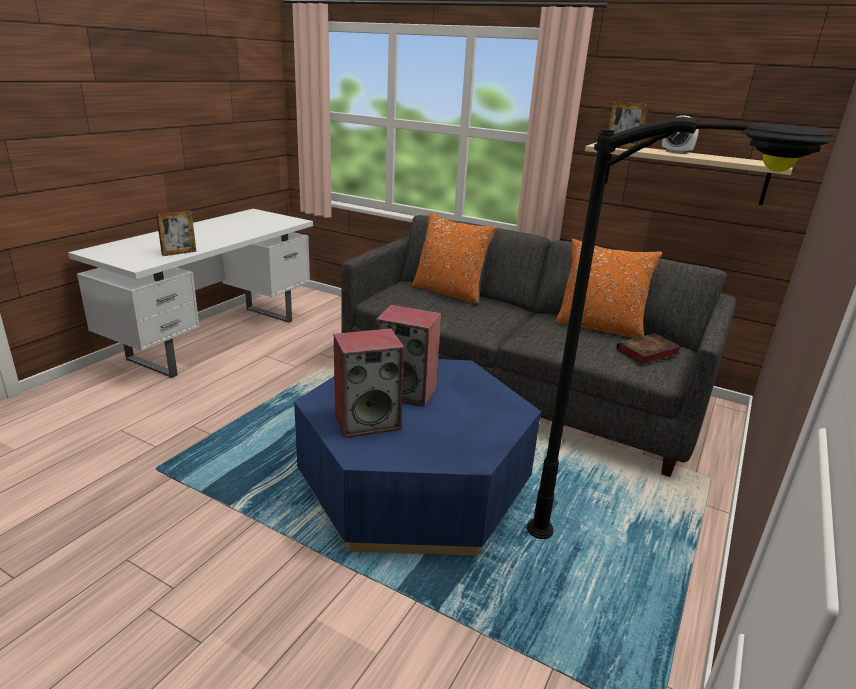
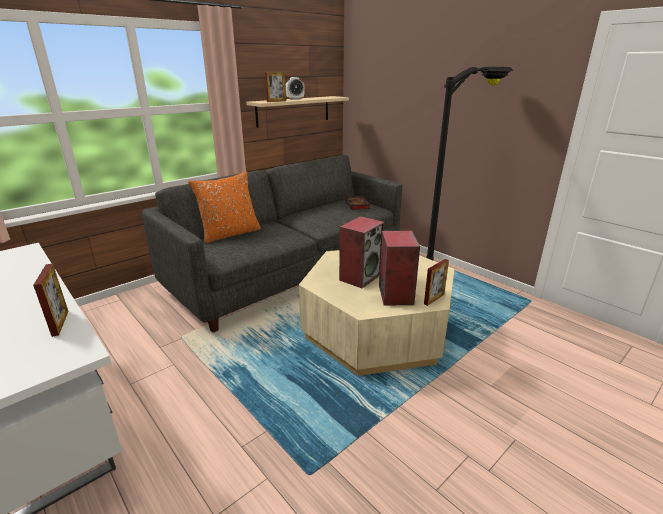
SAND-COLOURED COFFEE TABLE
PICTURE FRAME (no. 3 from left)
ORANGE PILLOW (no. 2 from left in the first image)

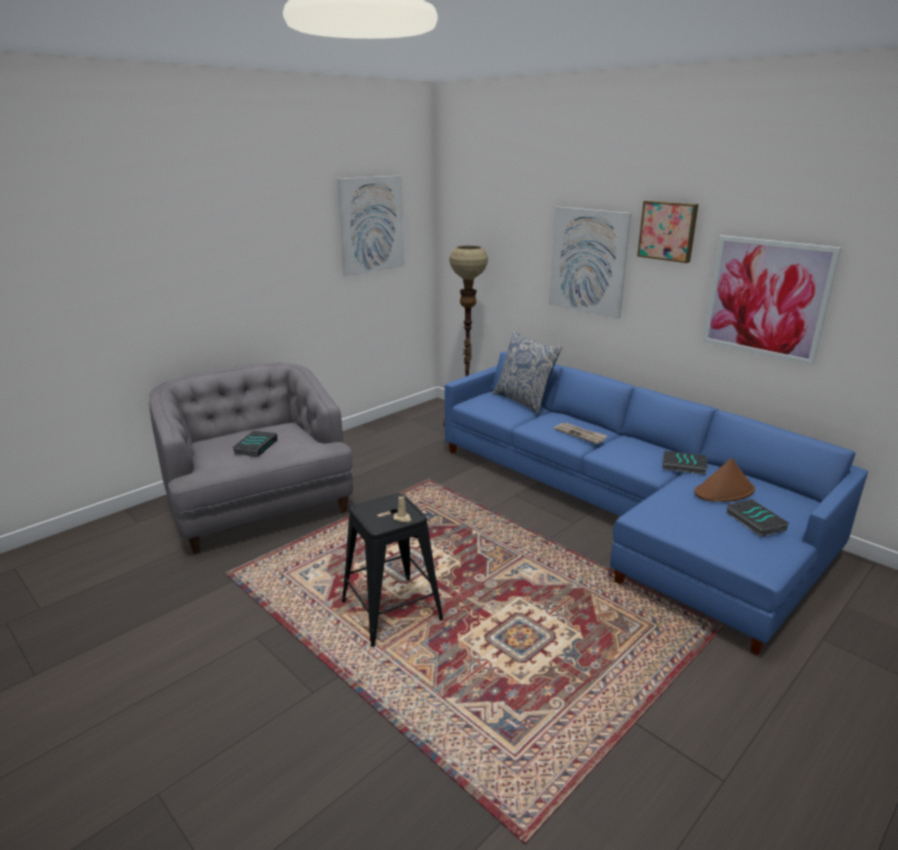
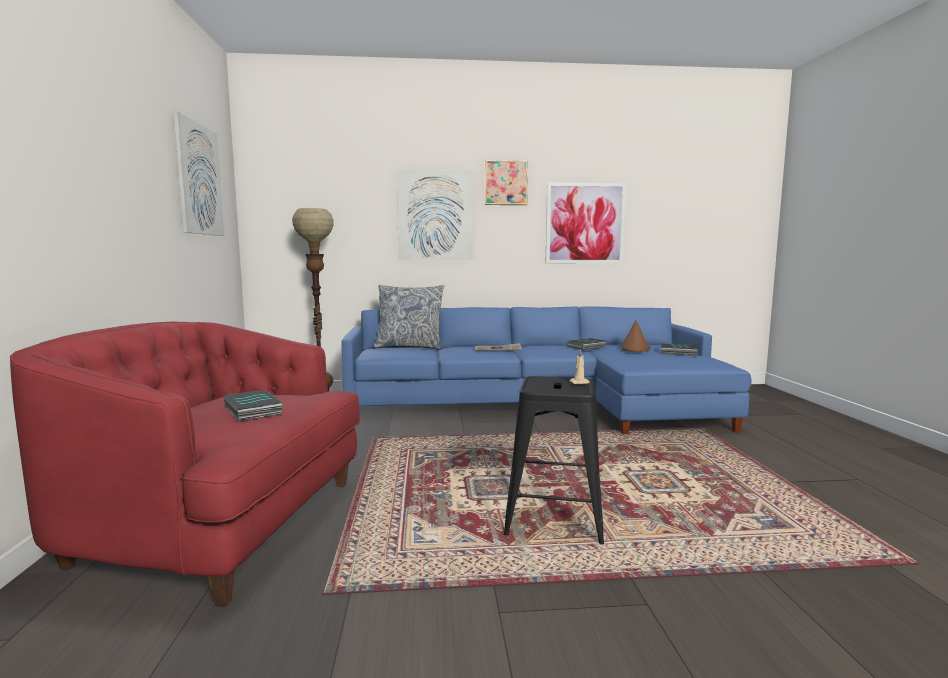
REDDISH LOUNGE CHAIR

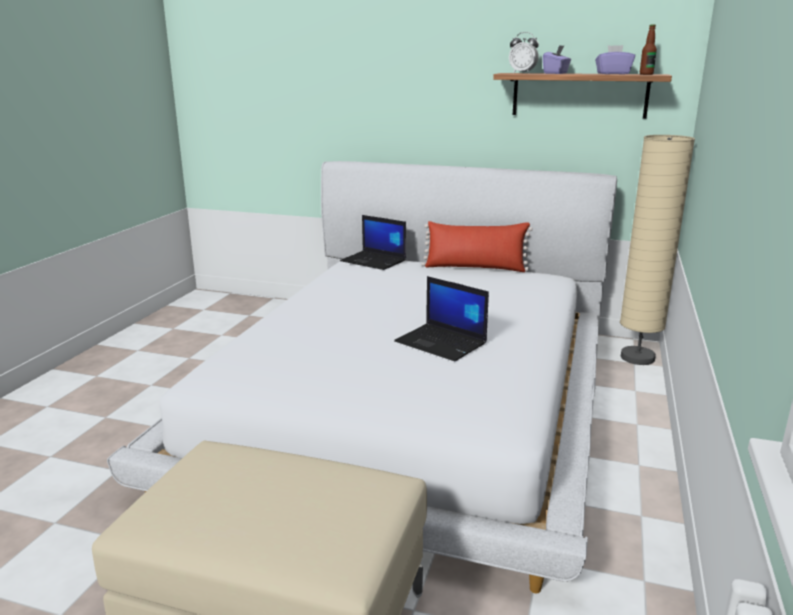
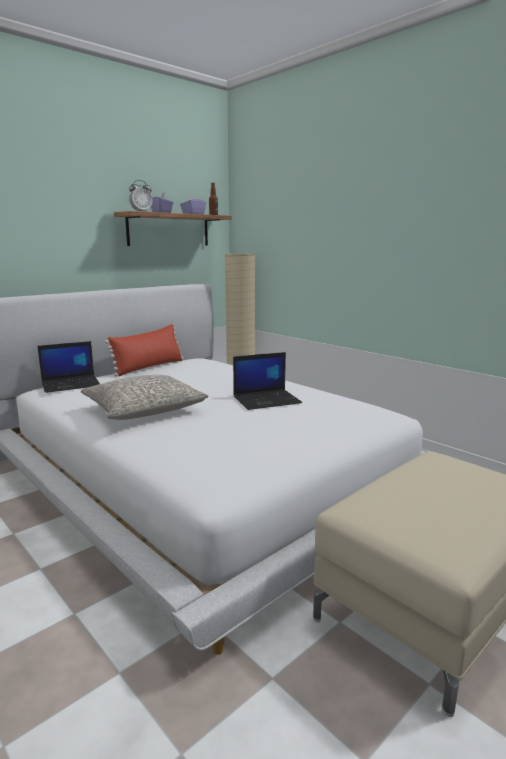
GREY PILLOW

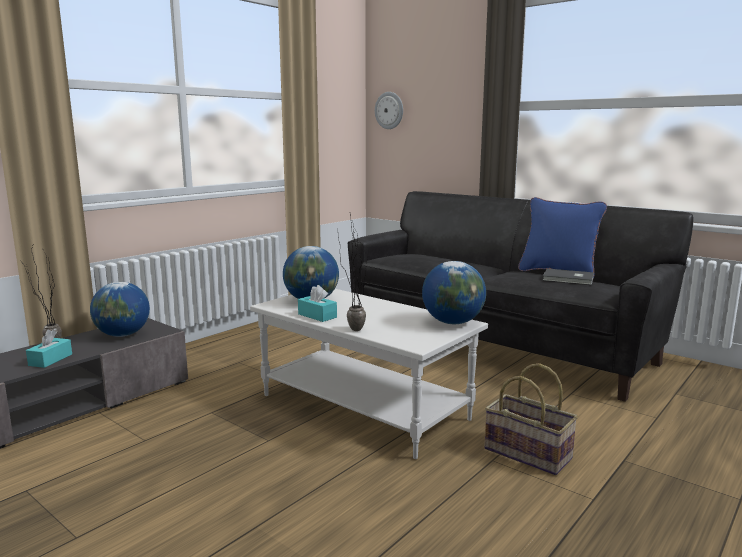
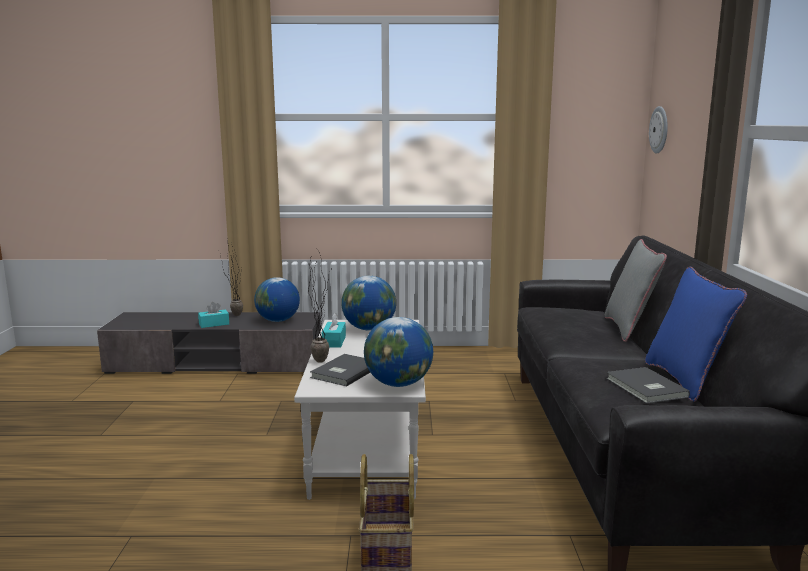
GREY BOOK (no. 1 from left)
GREY PILLOW

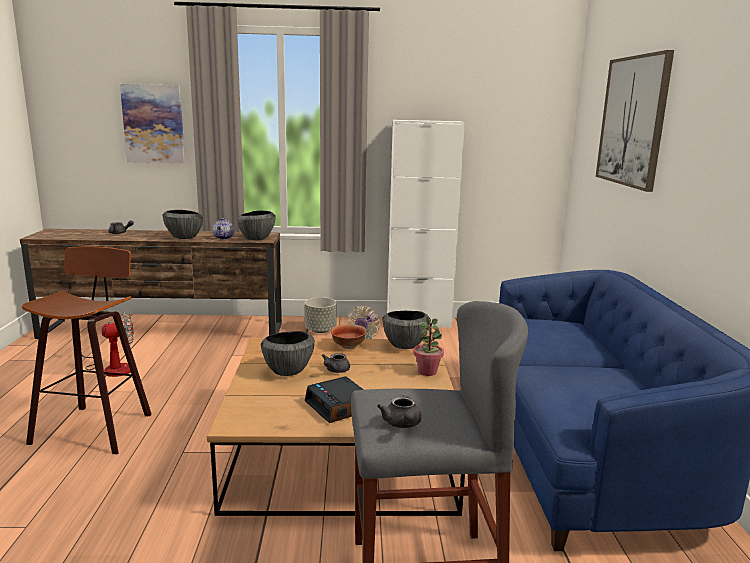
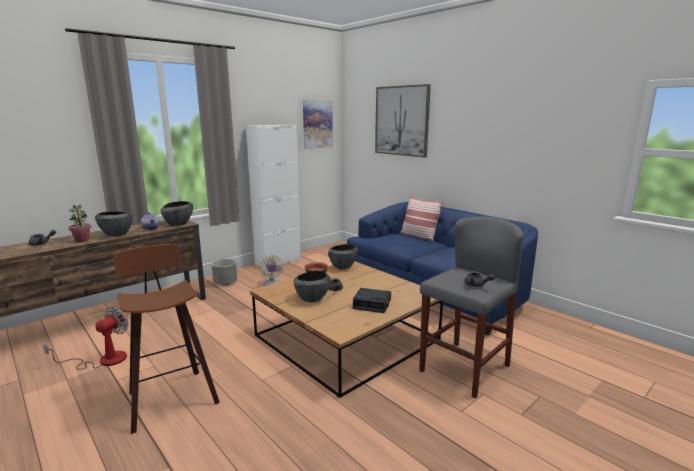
POTTED PLANT
WALL ART (no. 1 from left)
PILLOW

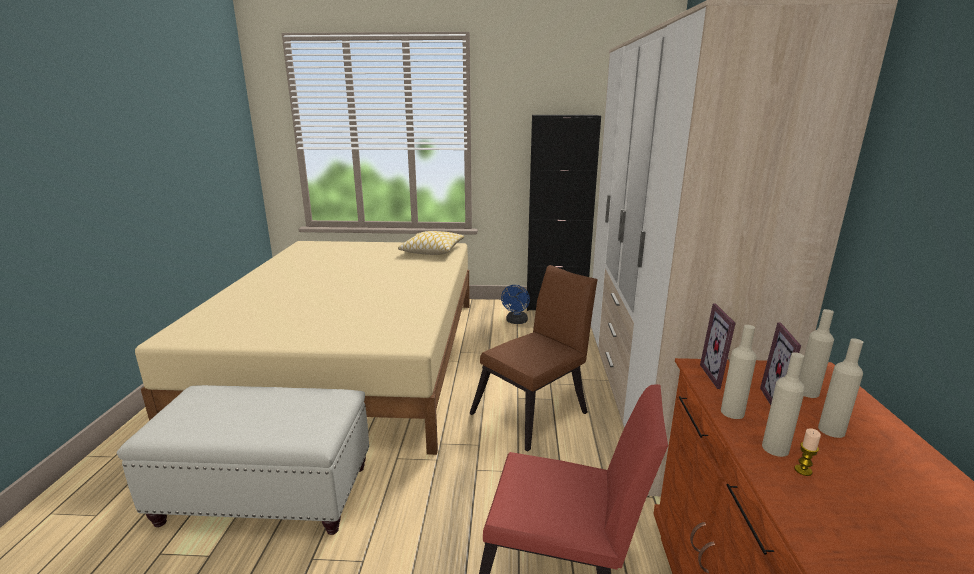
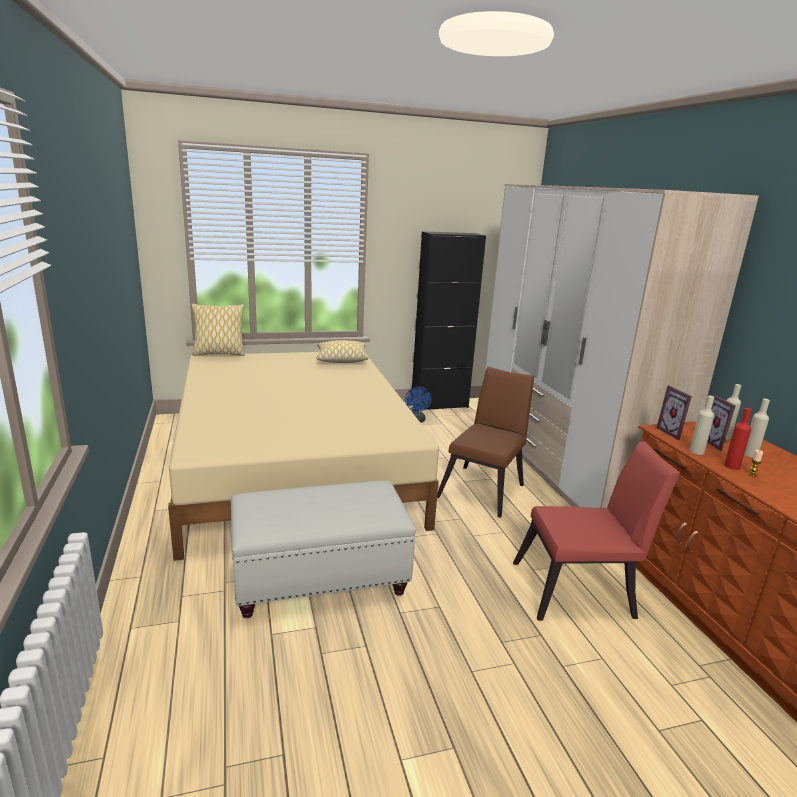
PILLOW (no. 1 from left)
REDDISH BOTTLE

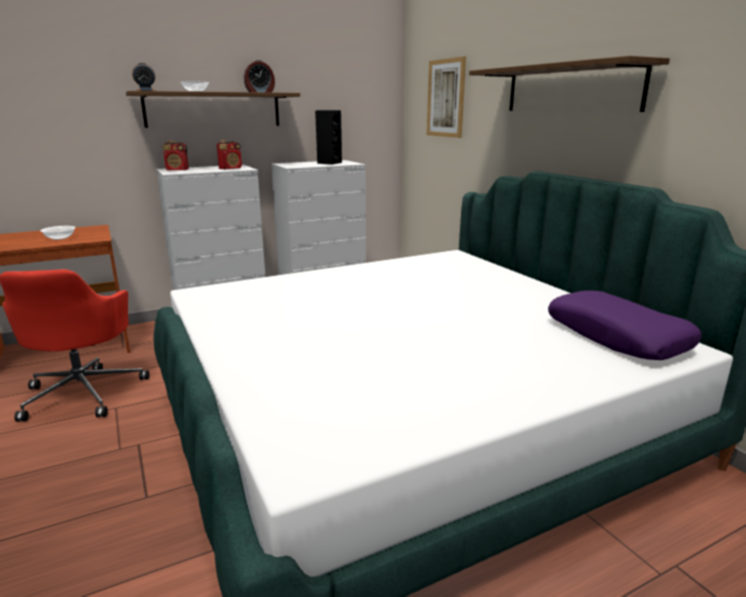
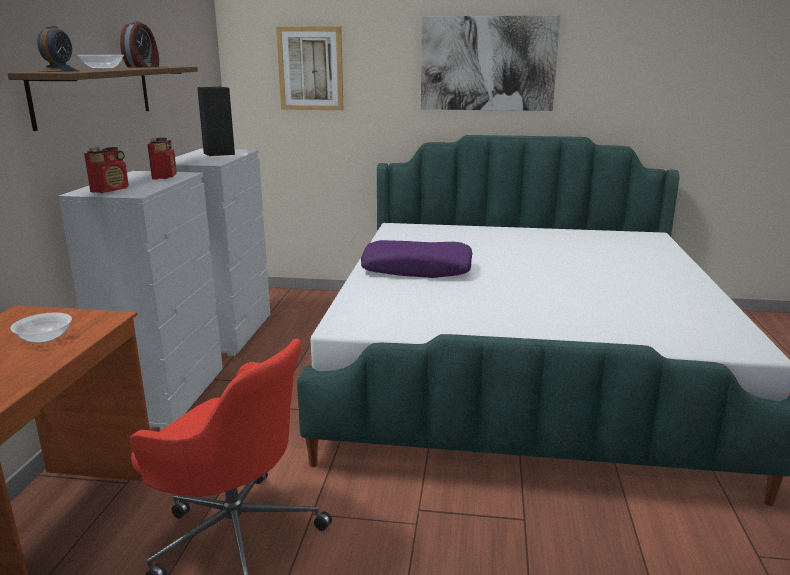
PURPLE-COLOURED PILLOW
WALL ART (no. 2 from left)

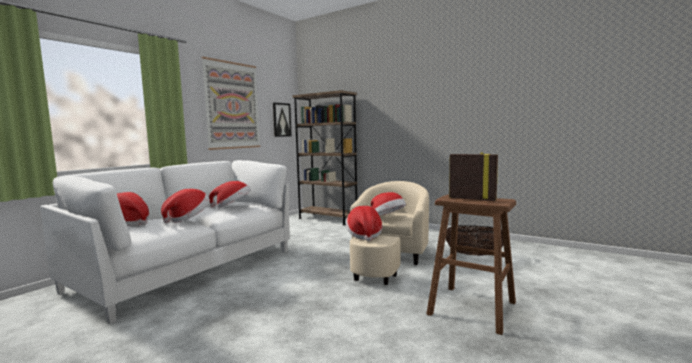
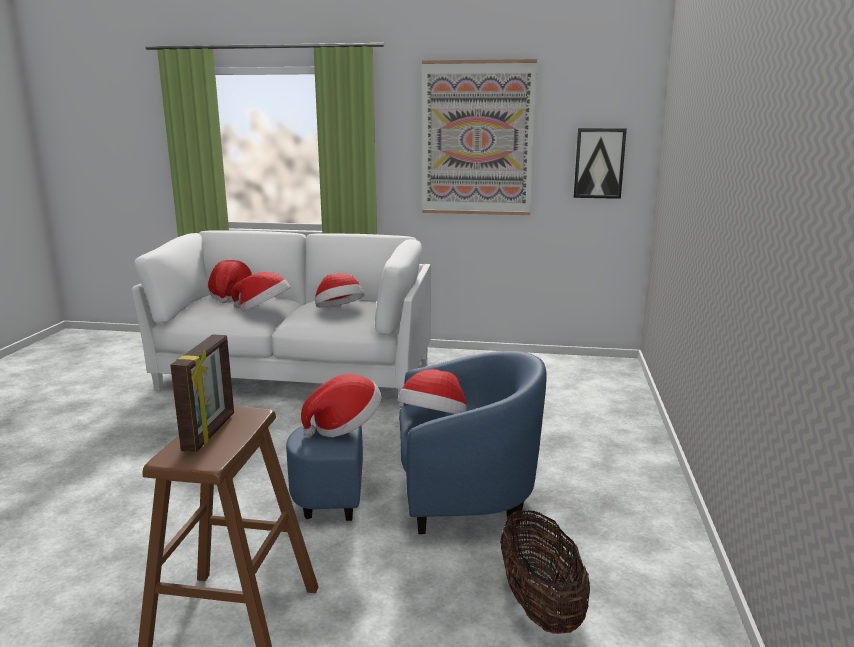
BLUE-COLOURED LOUNGE CHAIR
BROWNISH SHELVING UNIT

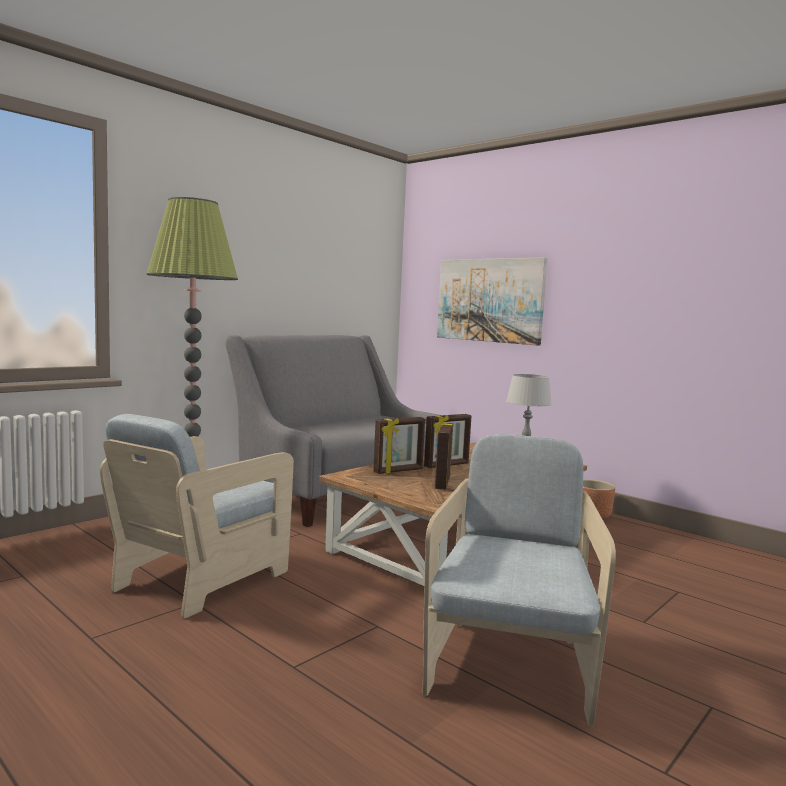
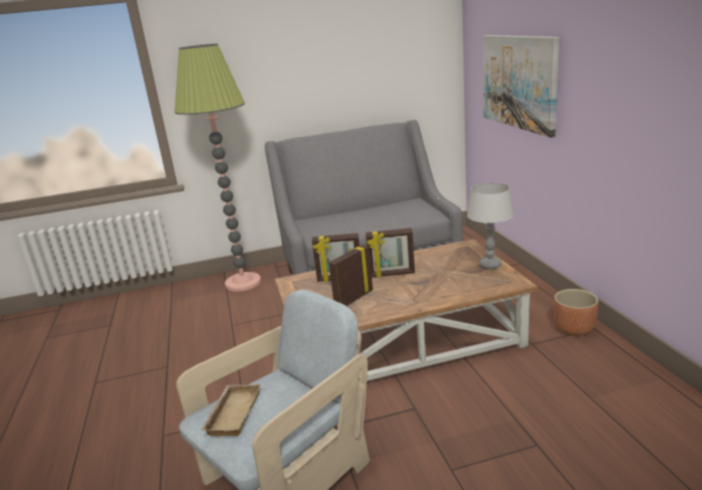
SAND-COLOURED CARRYING TRAY
SAND-COLOURED LOUNGE CHAIR (no. 1 from left in the first image)

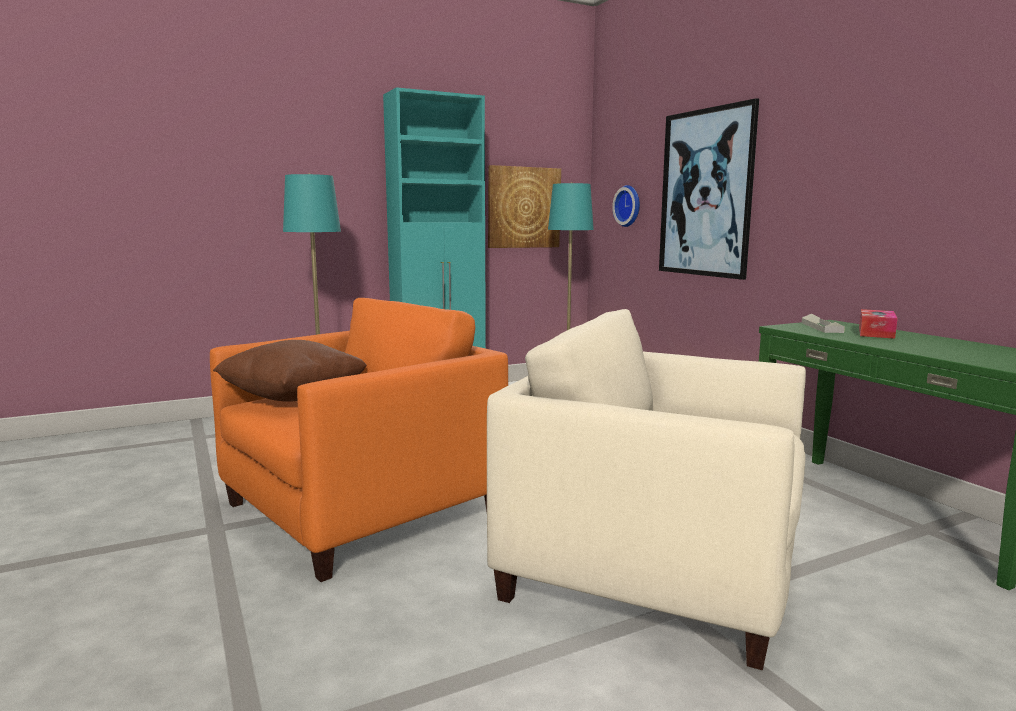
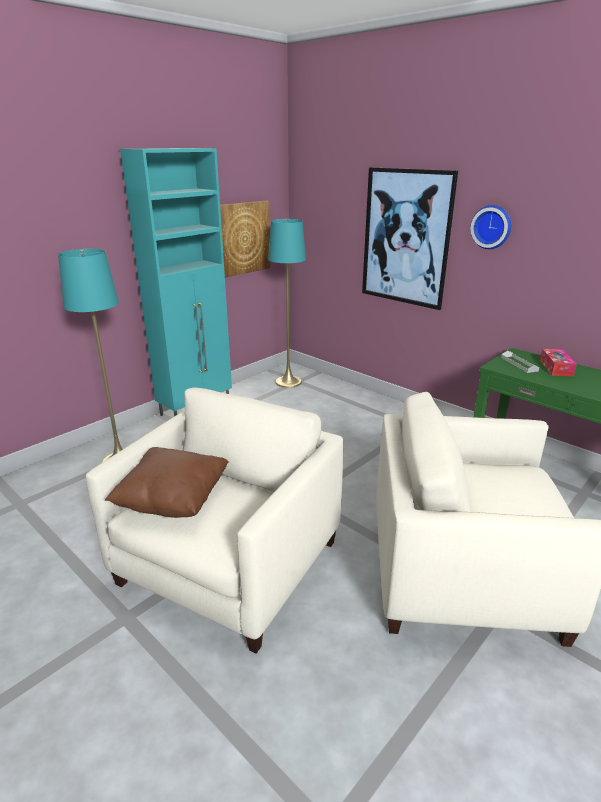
SAND-COLOURED LOUNGE CHAIR (no. 1 from left)
CLOCK ON THE WALL

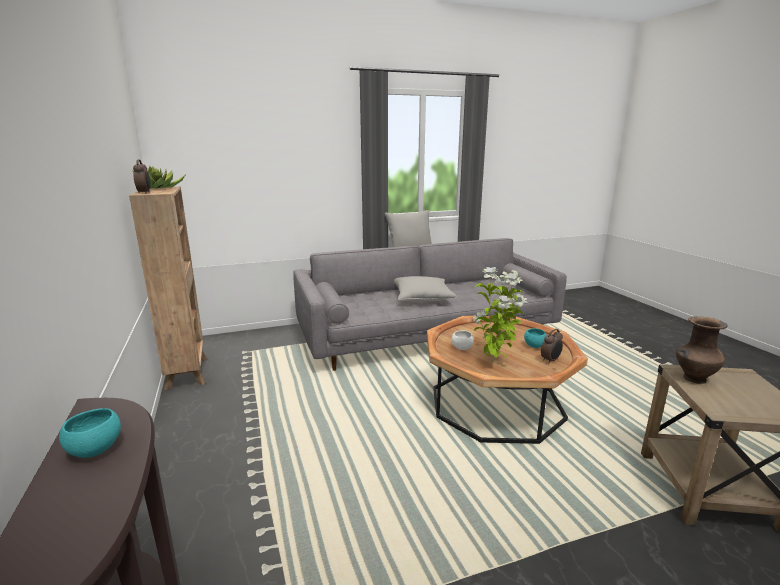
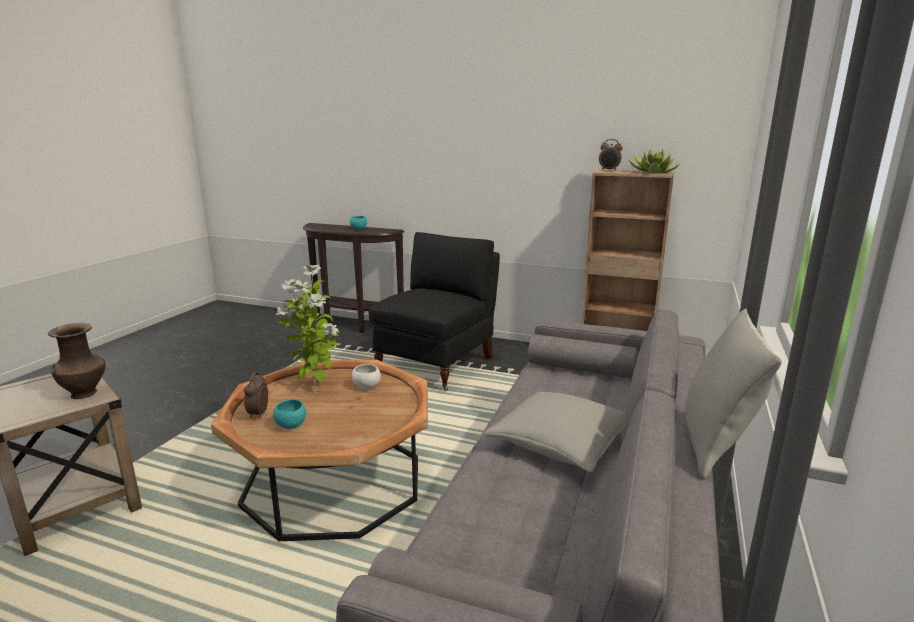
BLACK LOUNGE CHAIR

